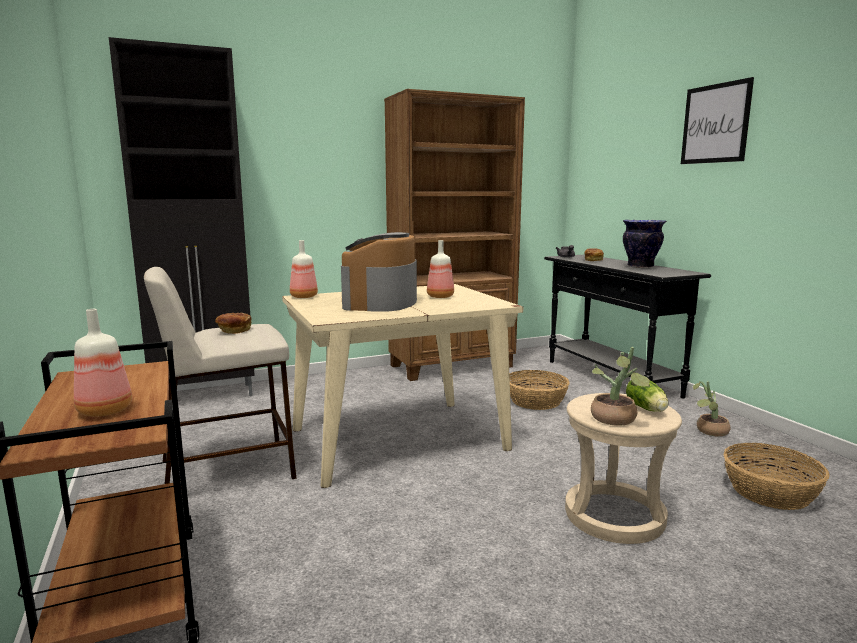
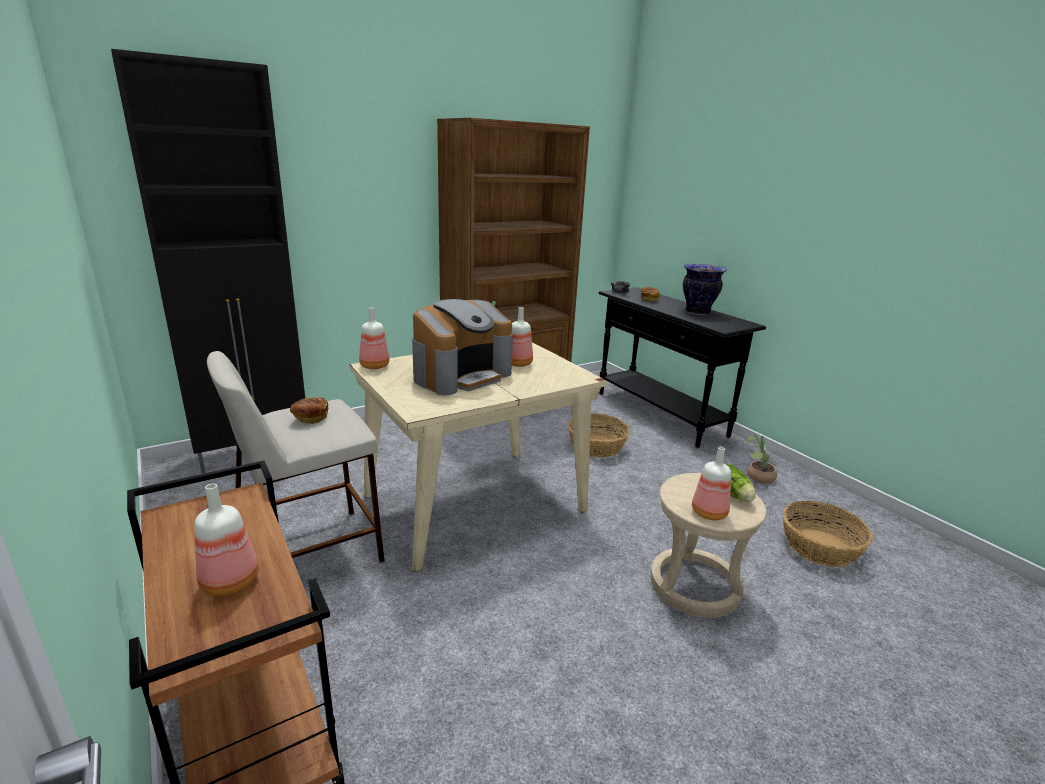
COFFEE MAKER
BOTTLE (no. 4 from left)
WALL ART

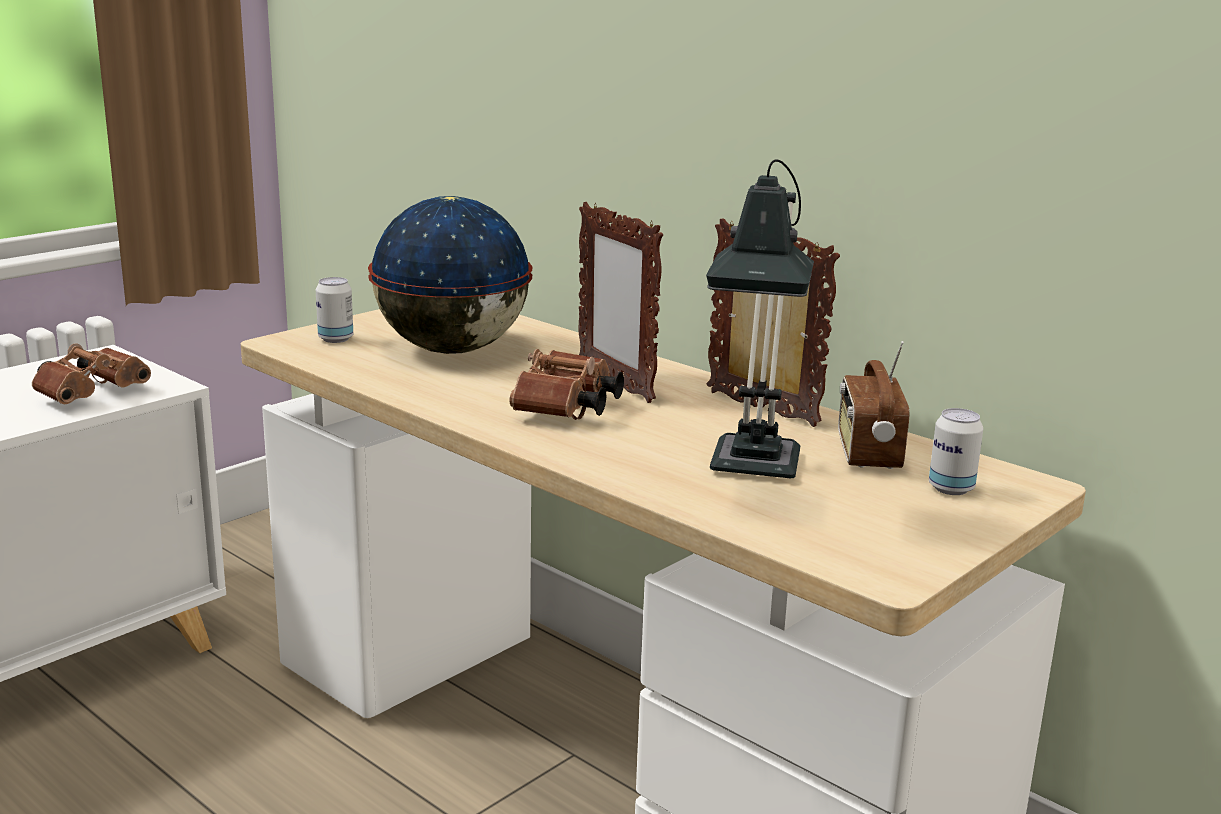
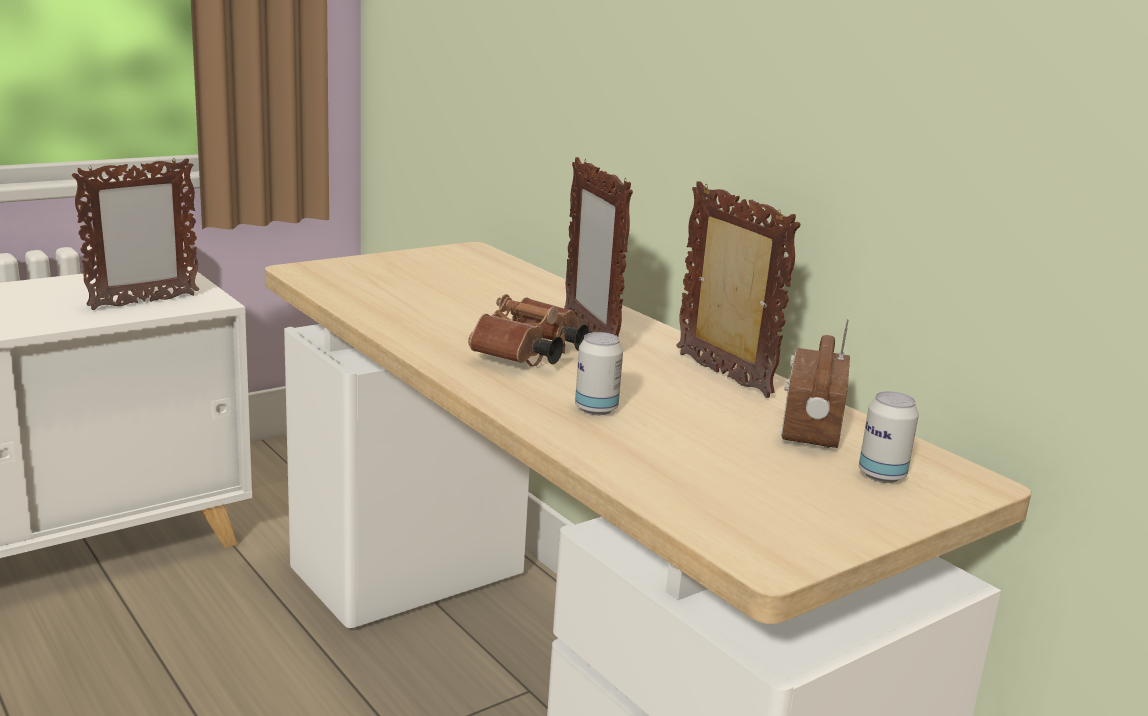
PICTURE FRAME (no. 1 from left)
CAN (no. 1 from left)
GLOBE
LAMP FOR A TABLE

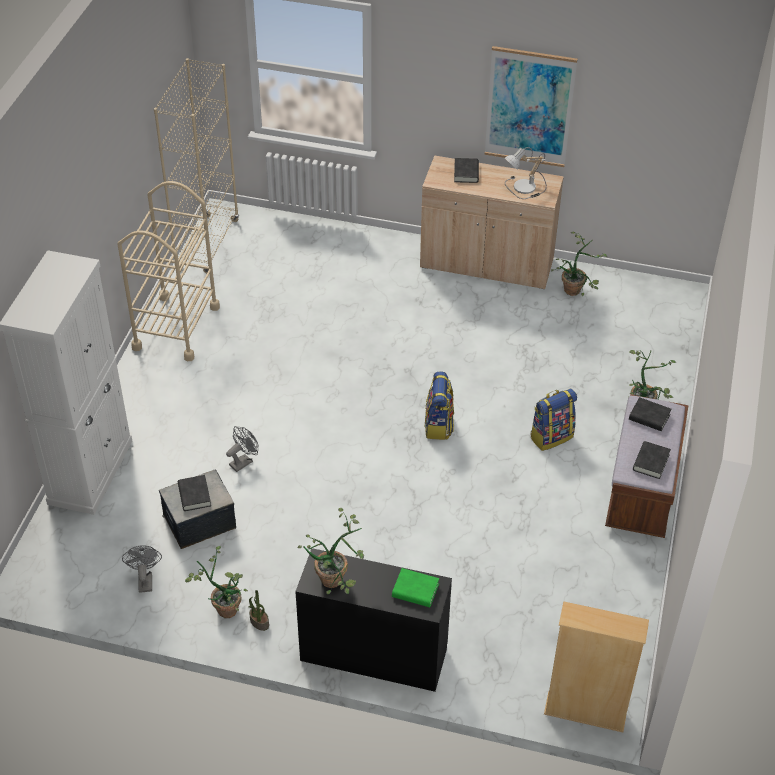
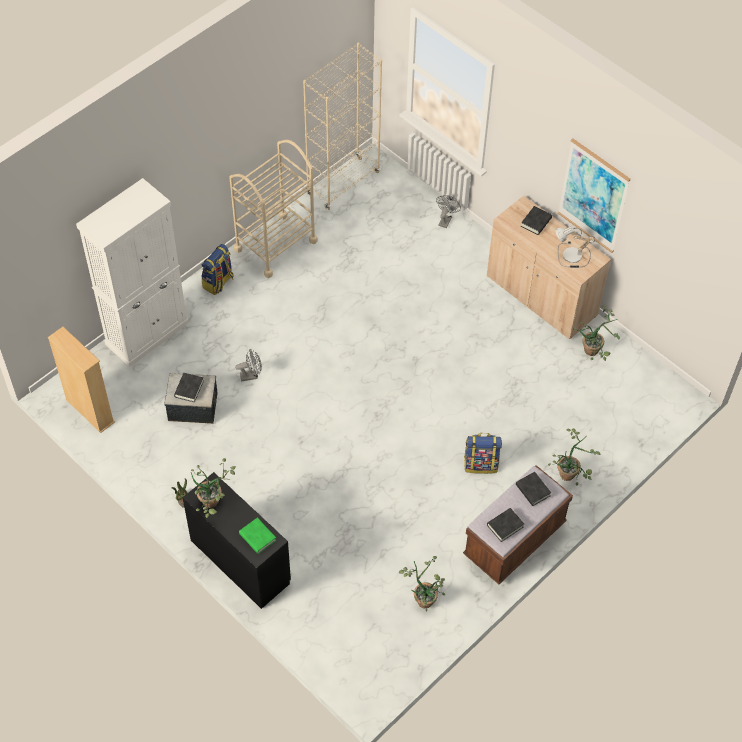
SAND-COLOURED SHELVING UNIT (no. 1 from left)
BACKPACK (no. 1 from left)
POTTED PLANT (no. 3 from left)
GREY COOLING FAN (no. 2 from left)

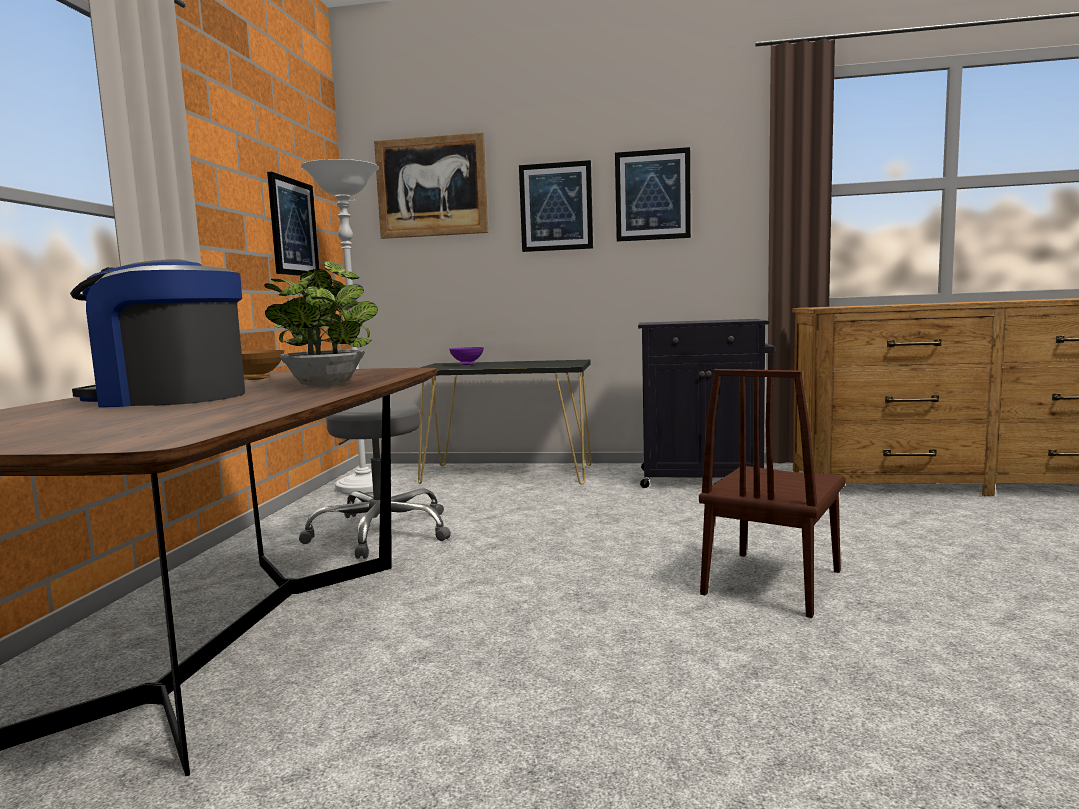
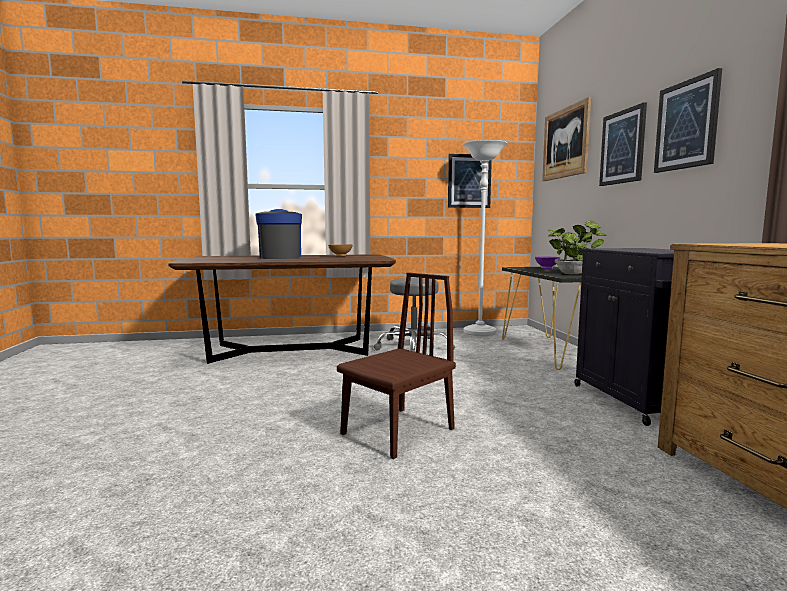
BROWNISH CHAIR
POTTED PLANT

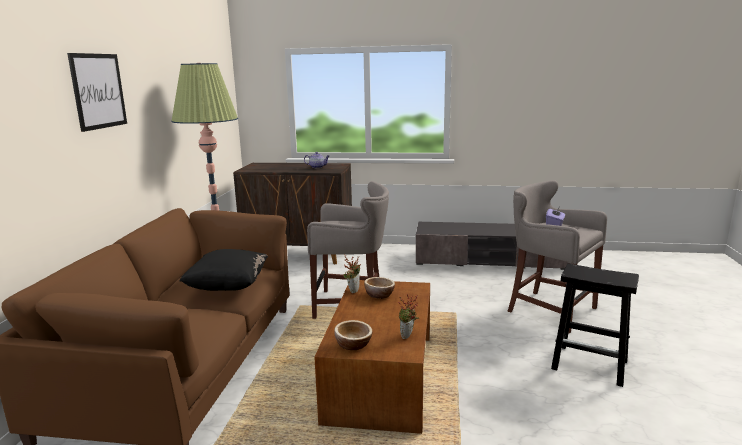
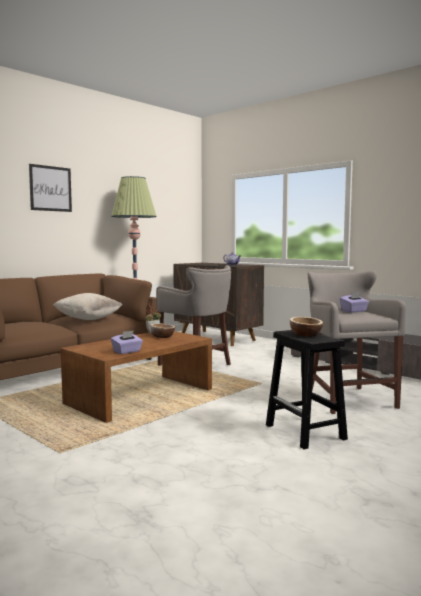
SAND-COLOURED PILLOW
PURPLE-COLOURED TISSUE BOX (no. 1 from left)
SERVING BOWL (no. 2 from left)

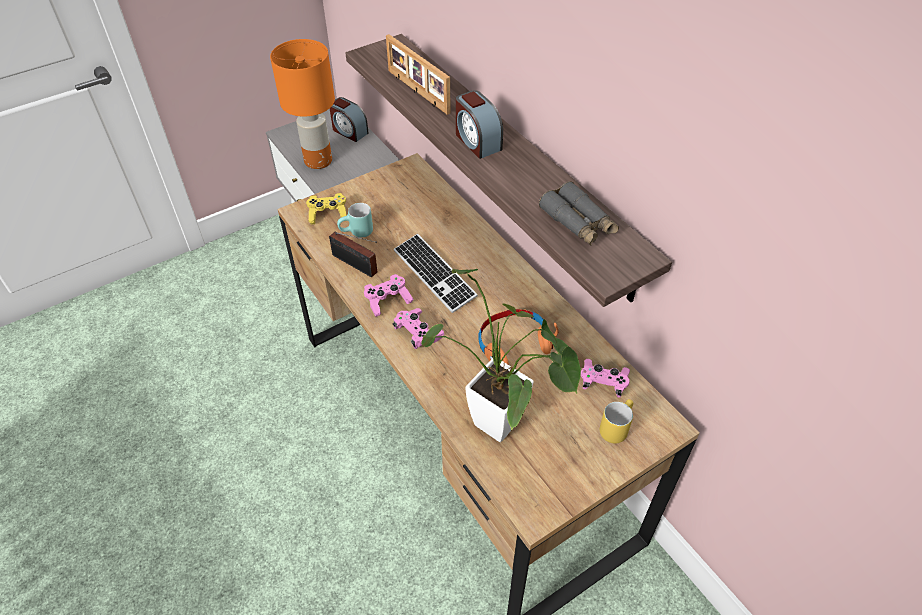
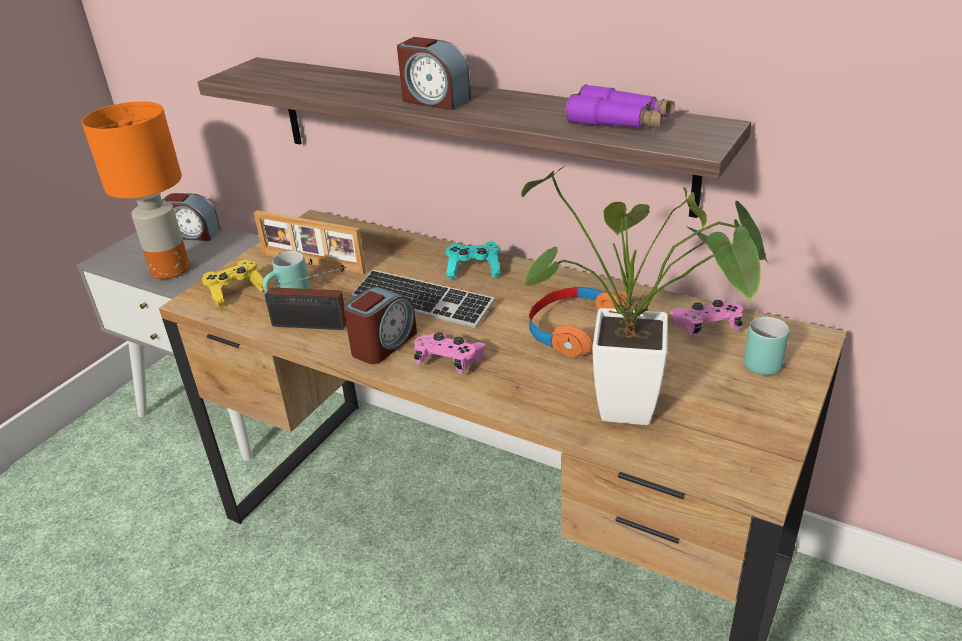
PICTURE FRAME
TABLE CLOCK (no. 2 from left)
TURQUOISE JOYPAD
PURPLE-COLOURED BINOCULARS
TURQUOISE COFFEE MUG (no. 2 from left)

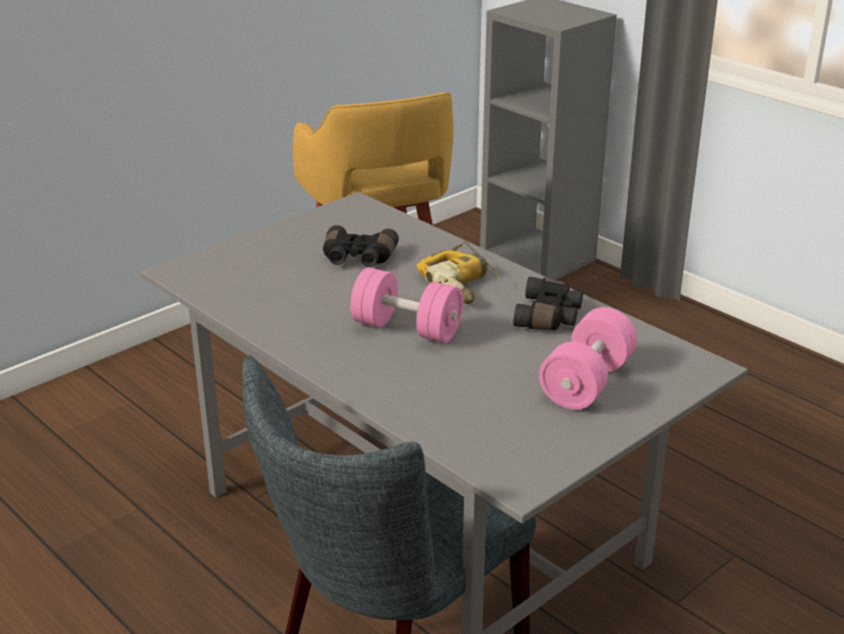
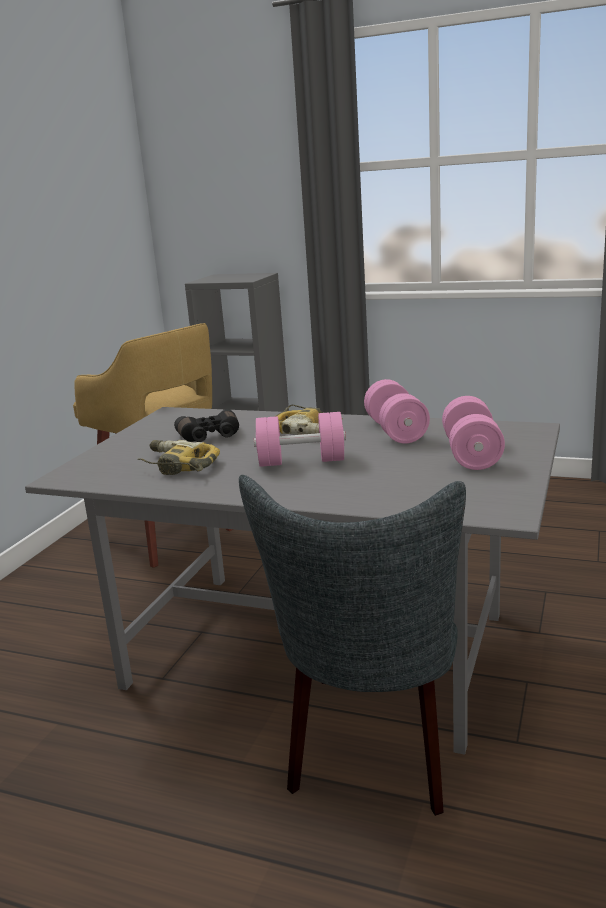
POWER DRILL (no. 1 from left)
PINK FREE WEIGHT (no. 2 from left)

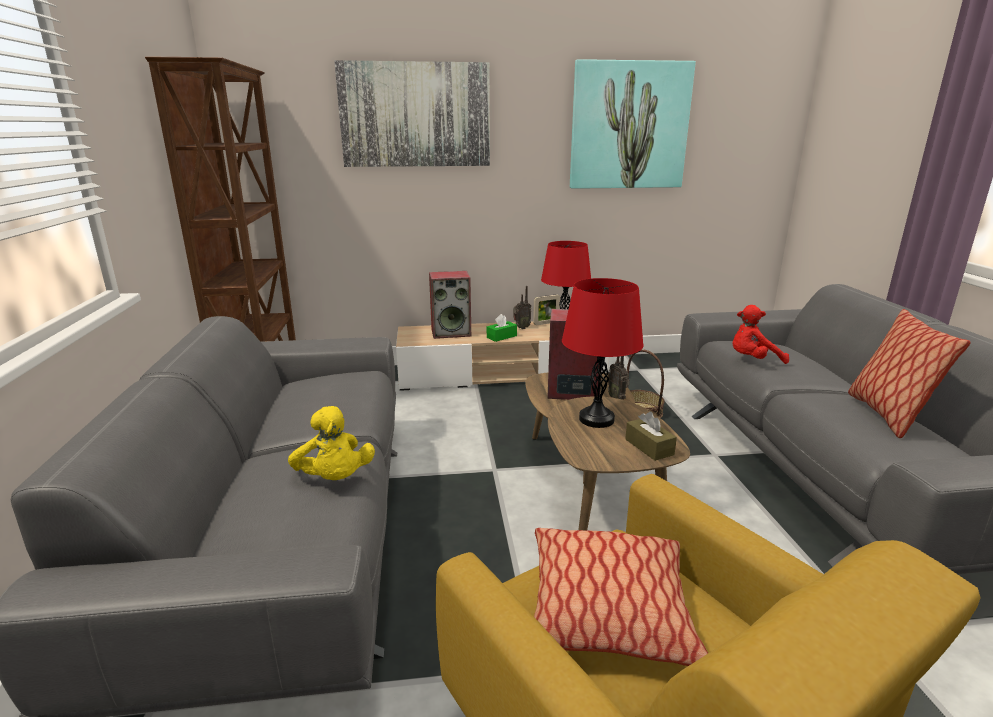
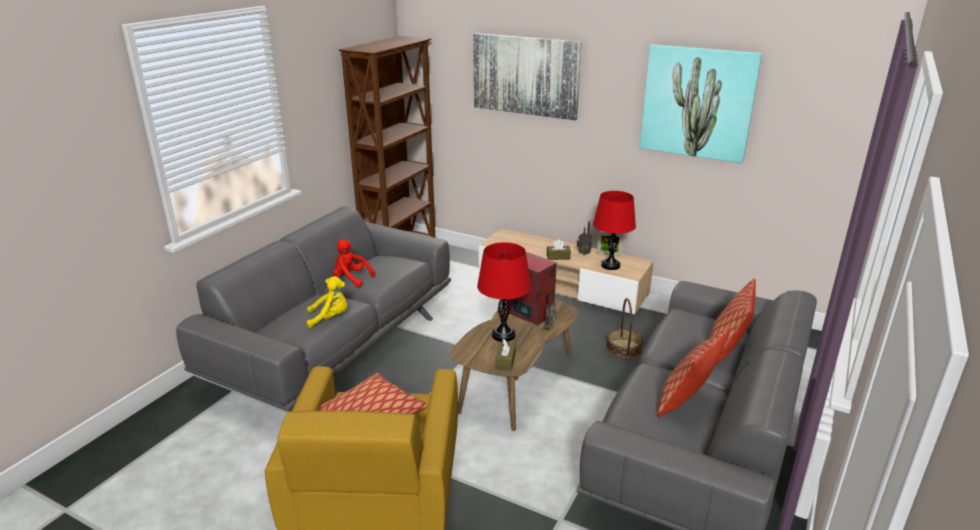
YELLOWISH SOFT TOY
REDDISH SOFT TOY
BROWNISH TISSUE BOX (no. 2 from left)
PILLOW (no. 3 from left)
SPEAKER (no. 1 from left in the first image)

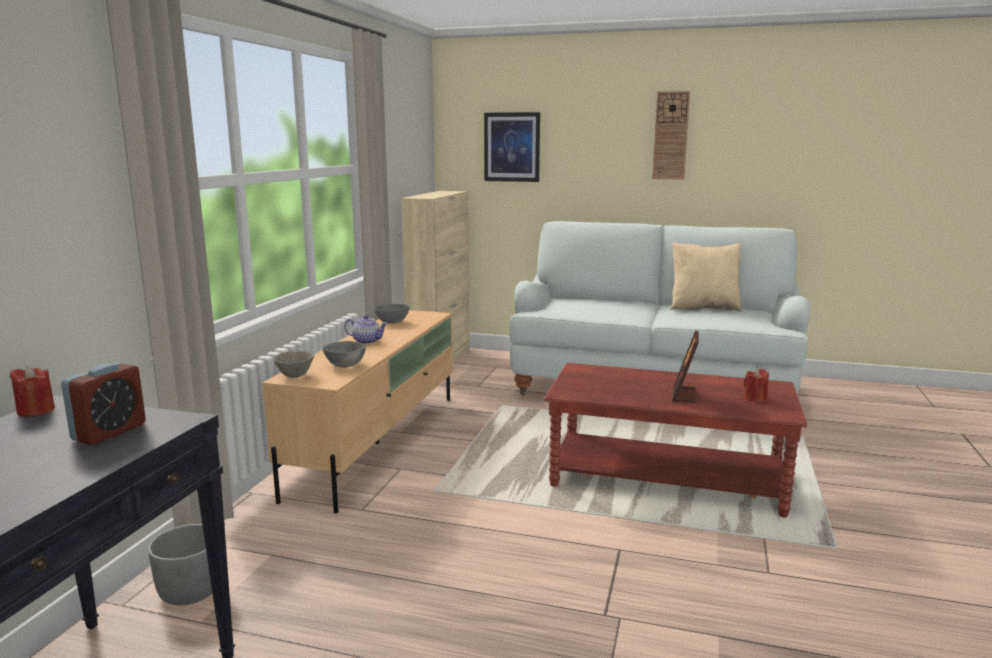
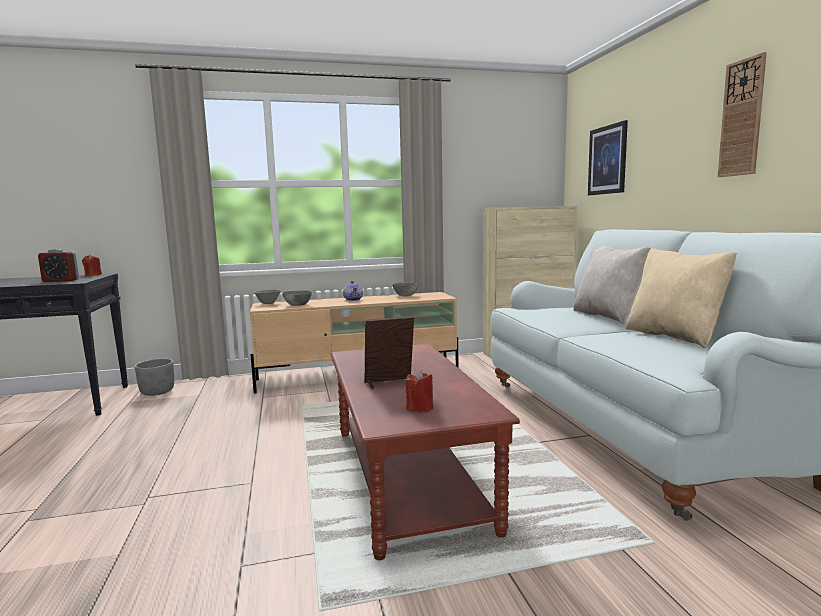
SAND-COLOURED PILLOW (no. 1 from left)

